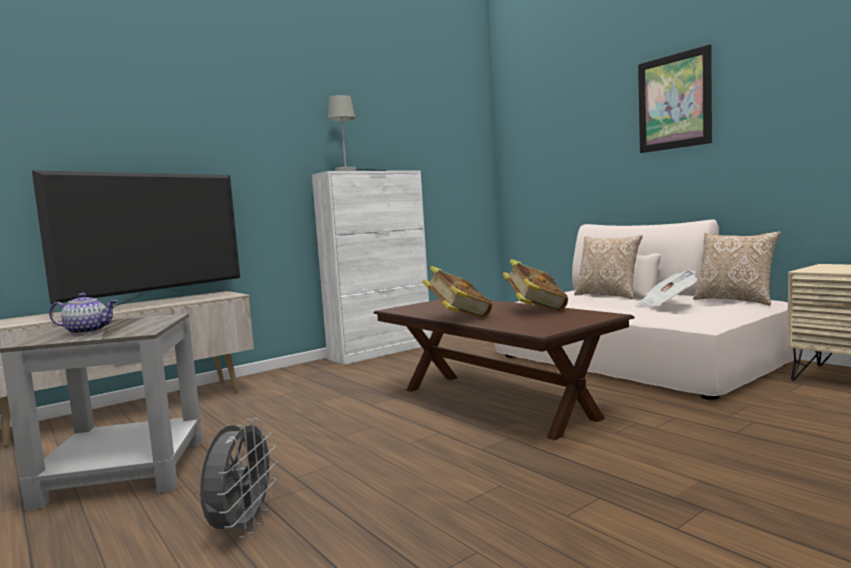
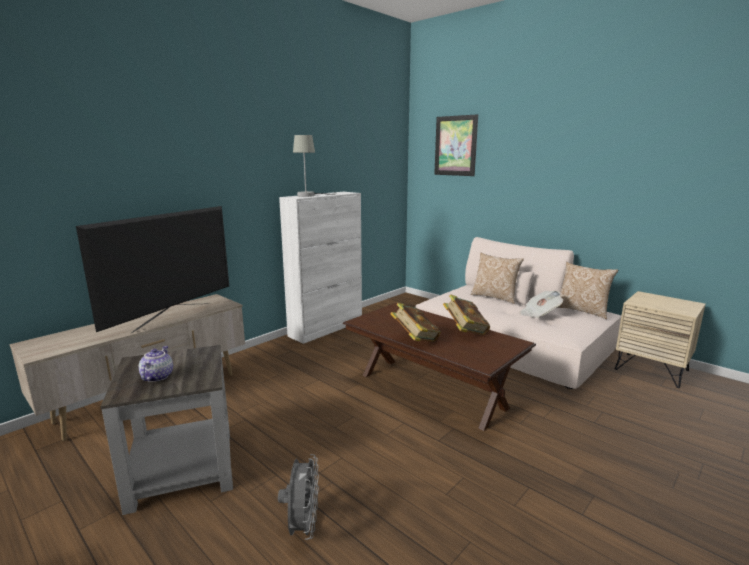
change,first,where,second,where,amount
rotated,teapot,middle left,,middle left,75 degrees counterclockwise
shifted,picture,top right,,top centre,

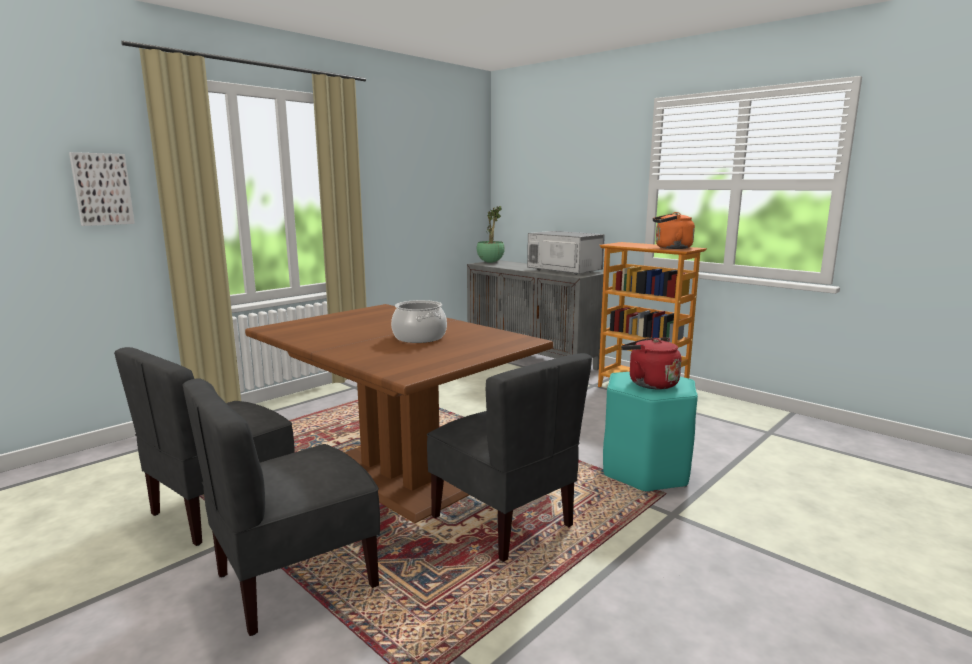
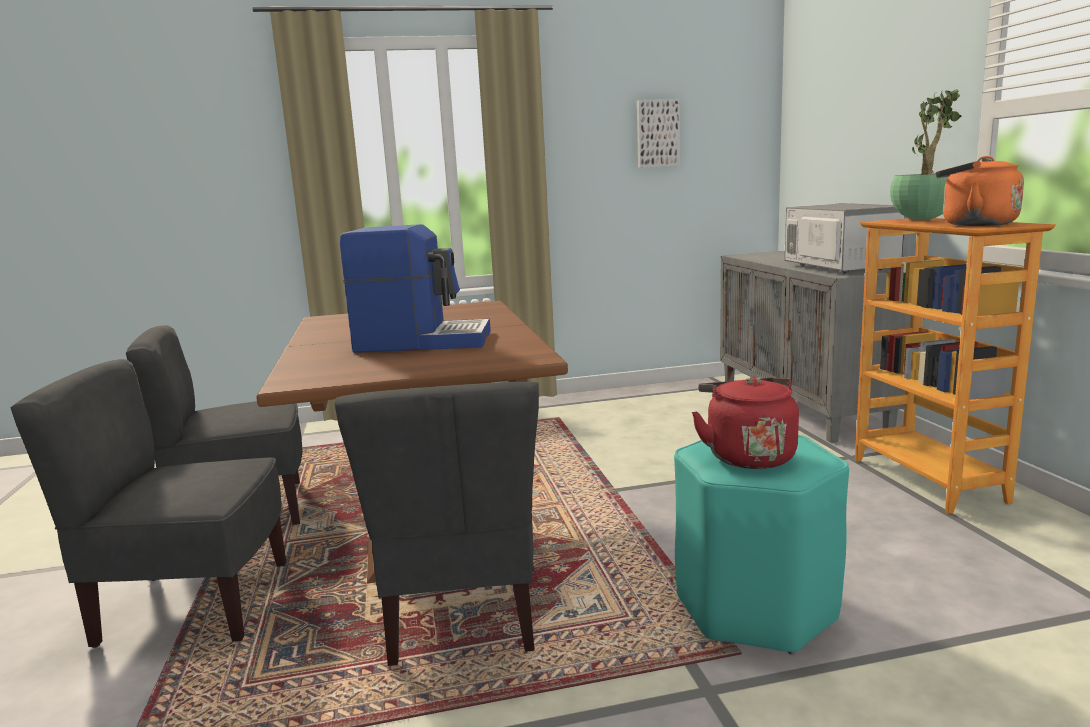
change,first,where,second,where,amount
shifted,picture,top left,,top centre,
swapped,cooking pot,centre,coffee machine,centre,
shifted,potted plant,centre,,top right,

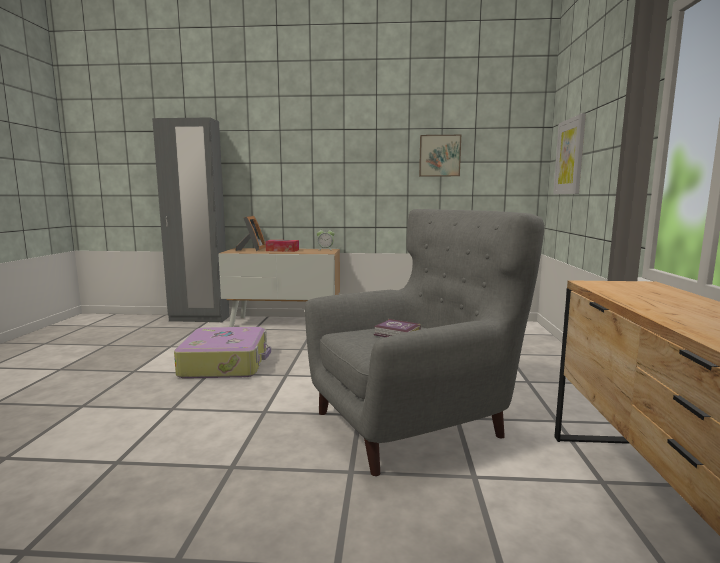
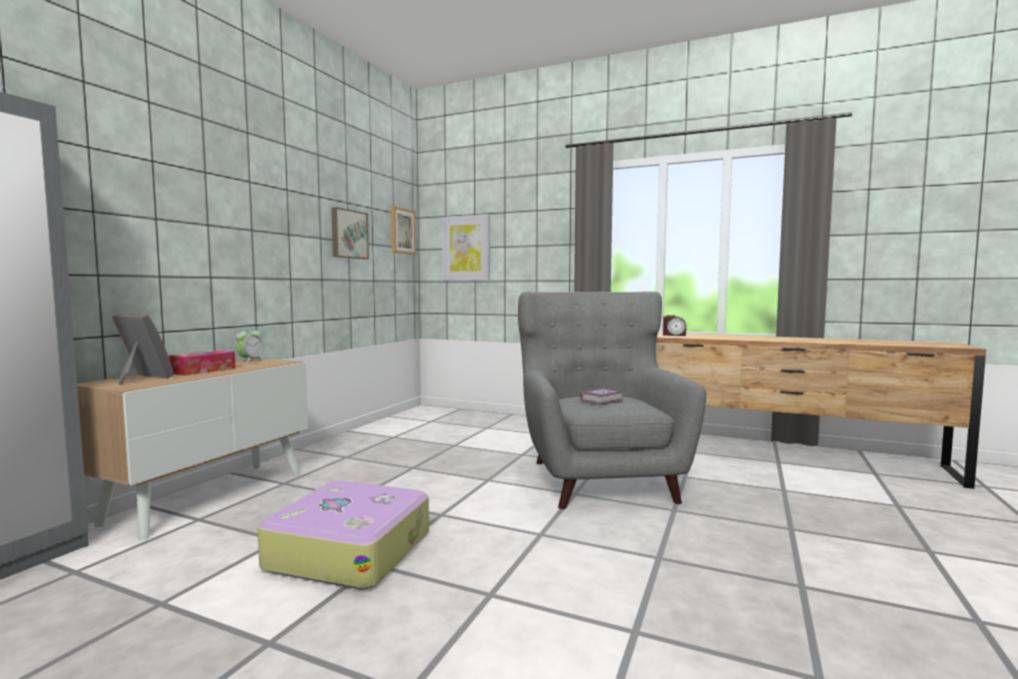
change,first,where,second,where,amount
new,,,picture (no. 2 from left),centre,
new,,,alarm clock (no. 2 from left),centre,

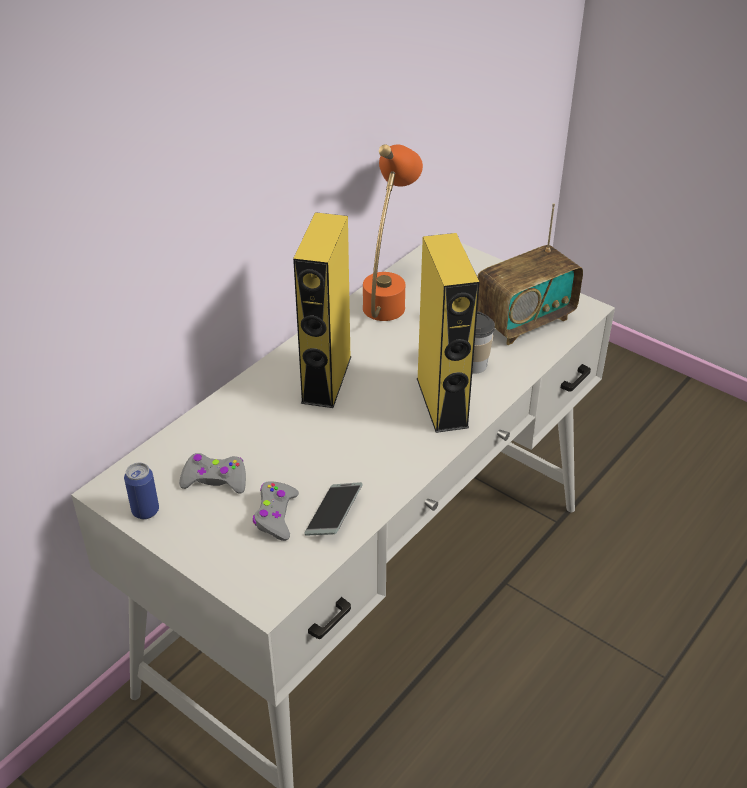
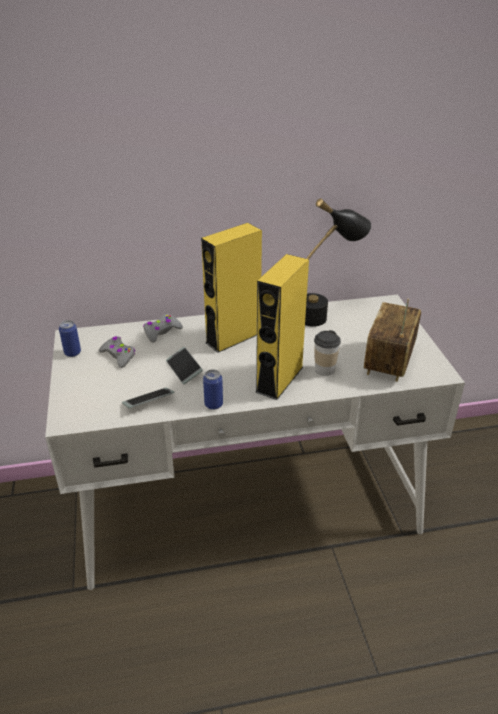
change,first,where,second,where,amount
shifted,game controller in grey (no. 2 from left),centre,,middle left,
repainted,table lamp in orange,top centre,table lamp in black,middle right,
rotated,radio,middle right,,middle right,105 degrees clockwise
new,,,phone (no. 2 from left),centre,
new,,,can (no. 2 from left),centre,

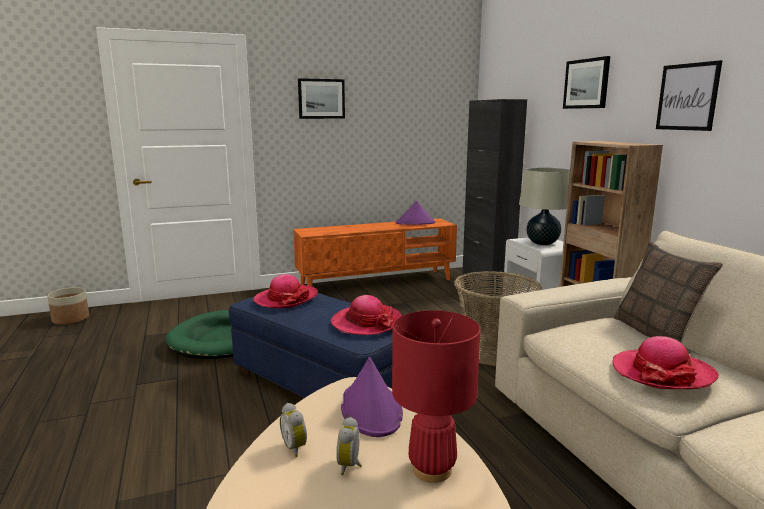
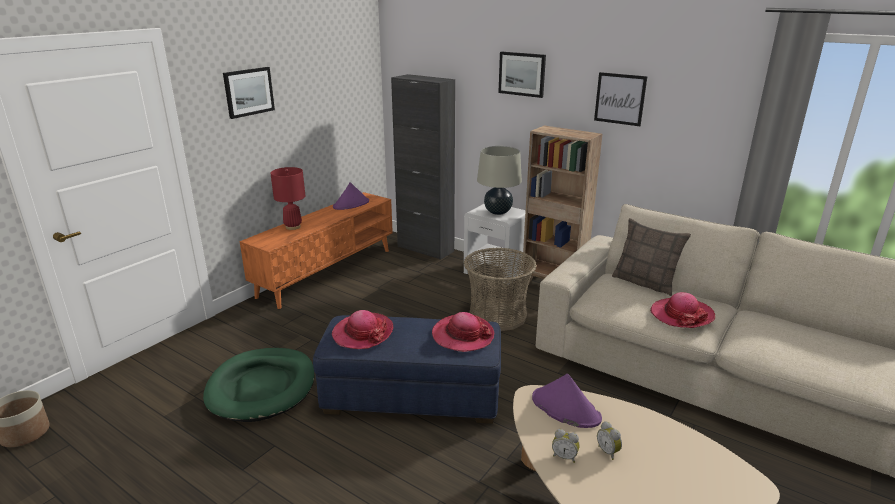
change,first,where,second,where,amount
shifted,table lamp in red,bottom centre,,middle left,

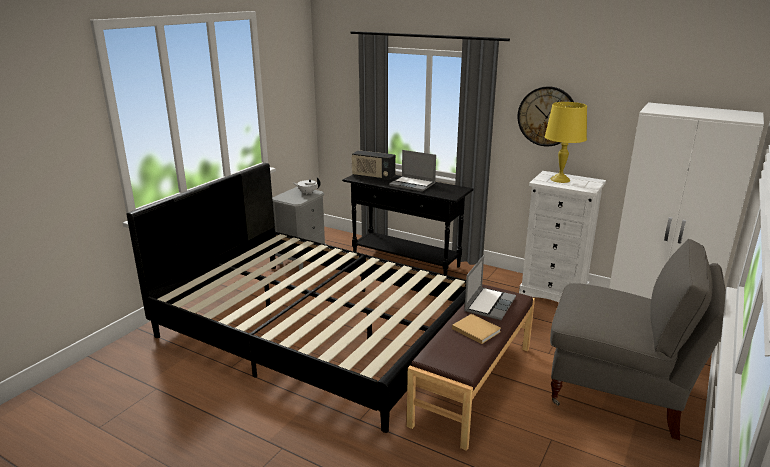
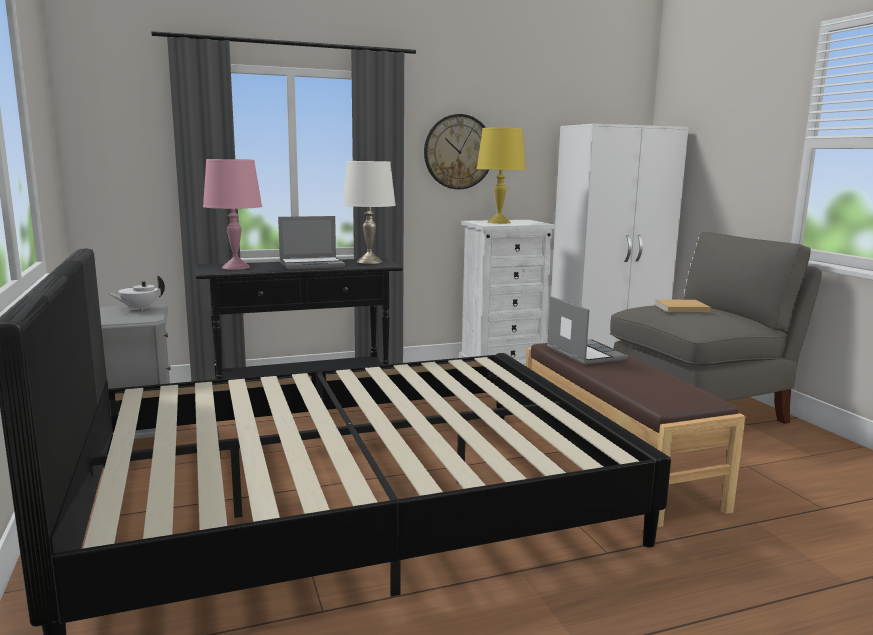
change,first,where,second,where,amount
swapped,radio,centre,table lamp in pink,middle left,
shifted,book in beige,bottom centre,,middle right,
new,,,table lamp in white,centre,

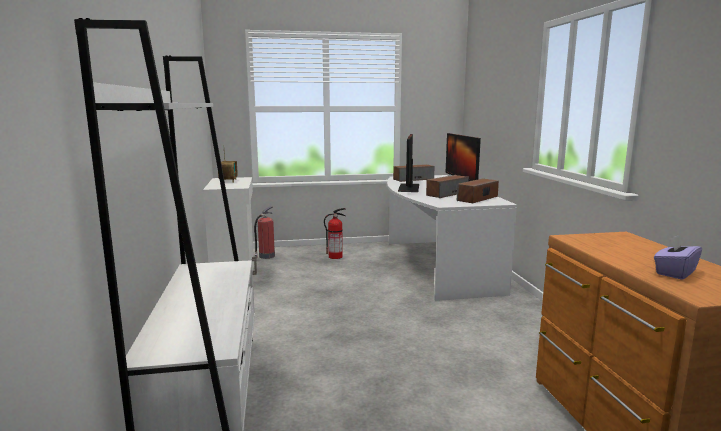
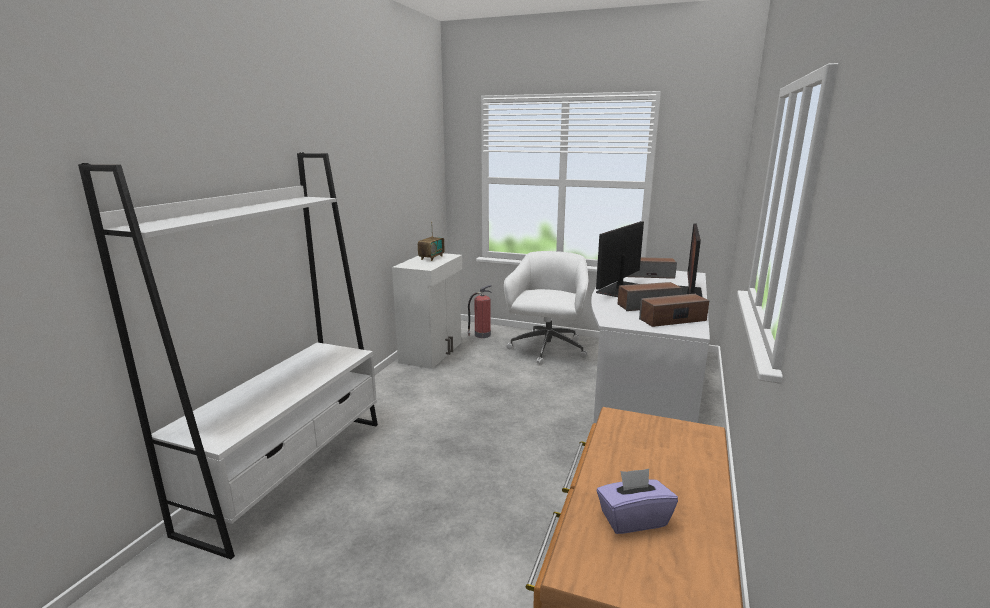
change,first,where,second,where,amount
swapped,fire extinguisher (no. 2 from left),centre,office chair in white,centre,

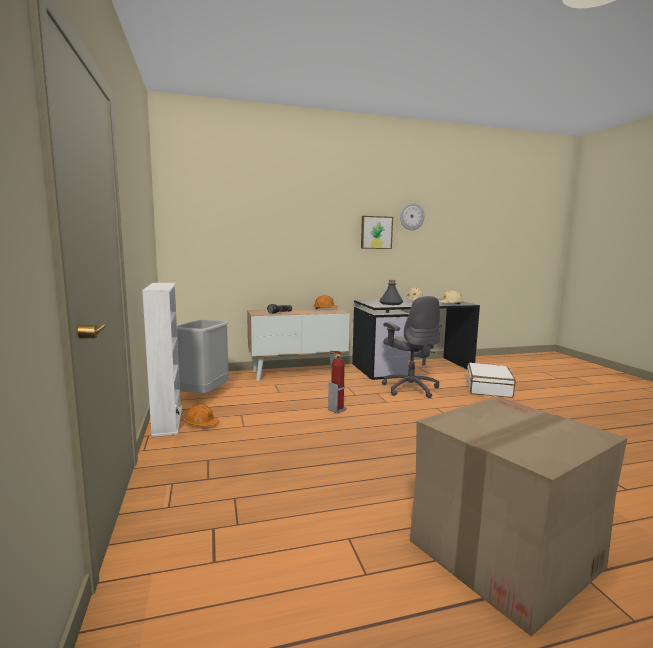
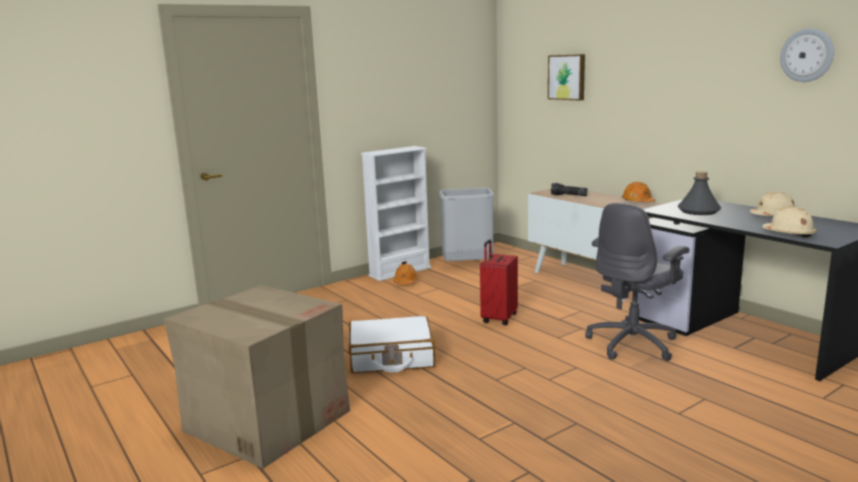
change,first,where,second,where,amount
swapped,fire extinguisher,centre,suitcase in red,centre,
shifted,picture,centre,,top centre,
shifted,suitcase in white,middle right,,bottom centre,

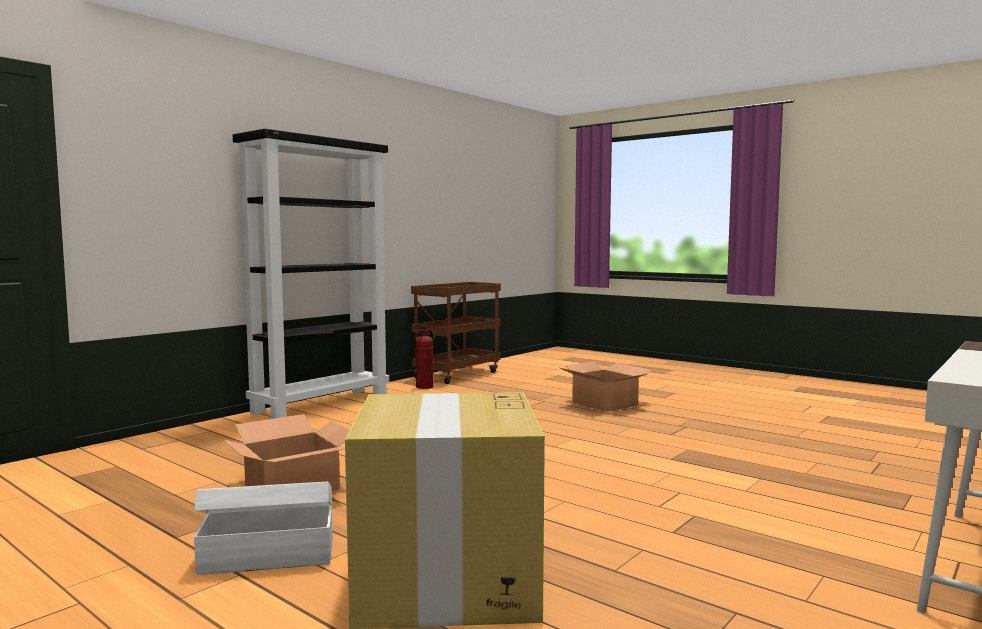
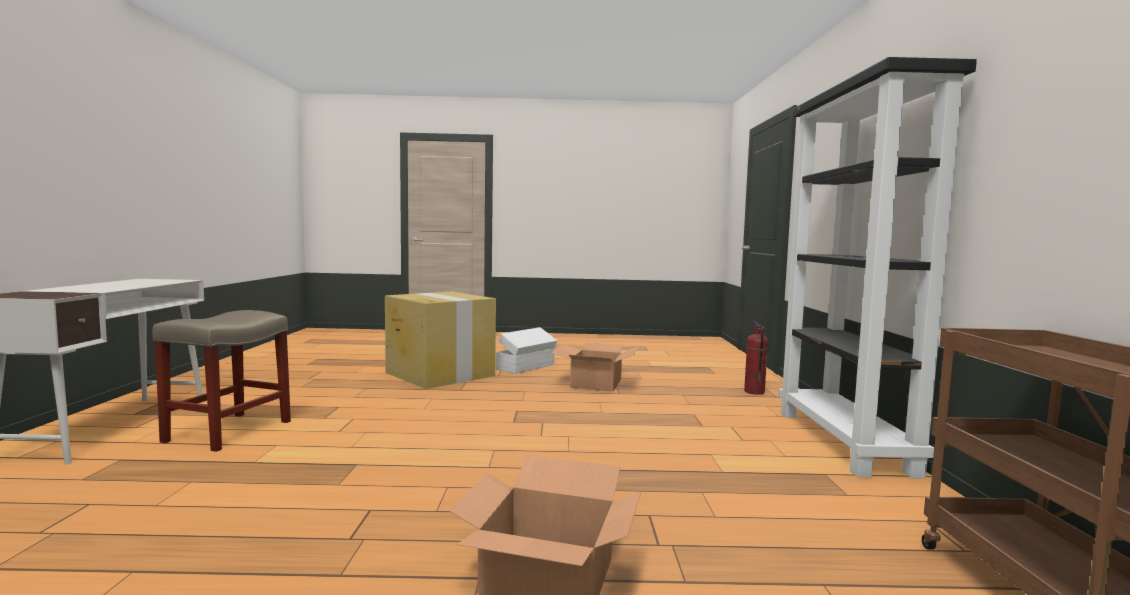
change,first,where,second,where,amount
shifted,fire extinguisher,centre,,middle right,
new,,,stool in beige,middle left,

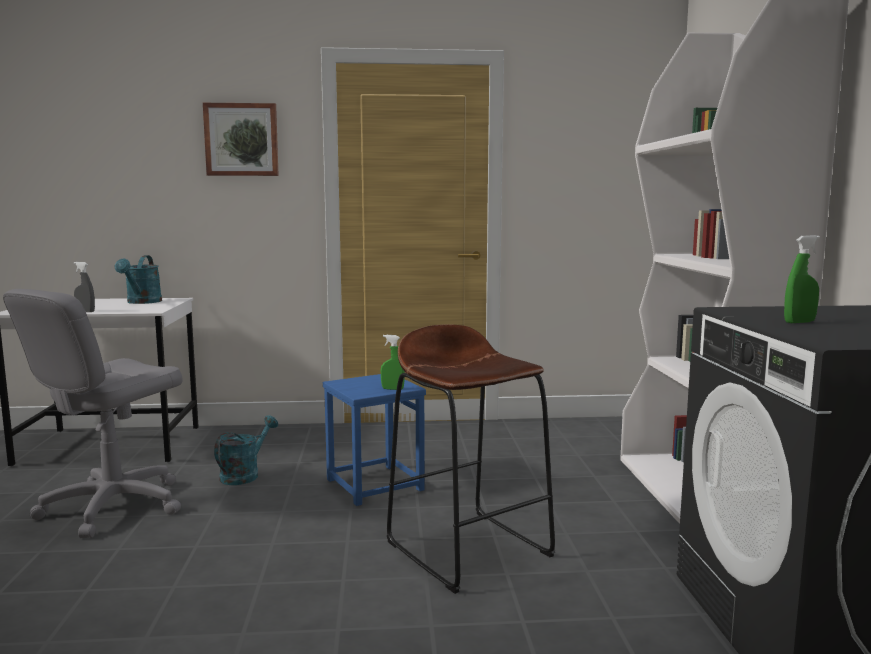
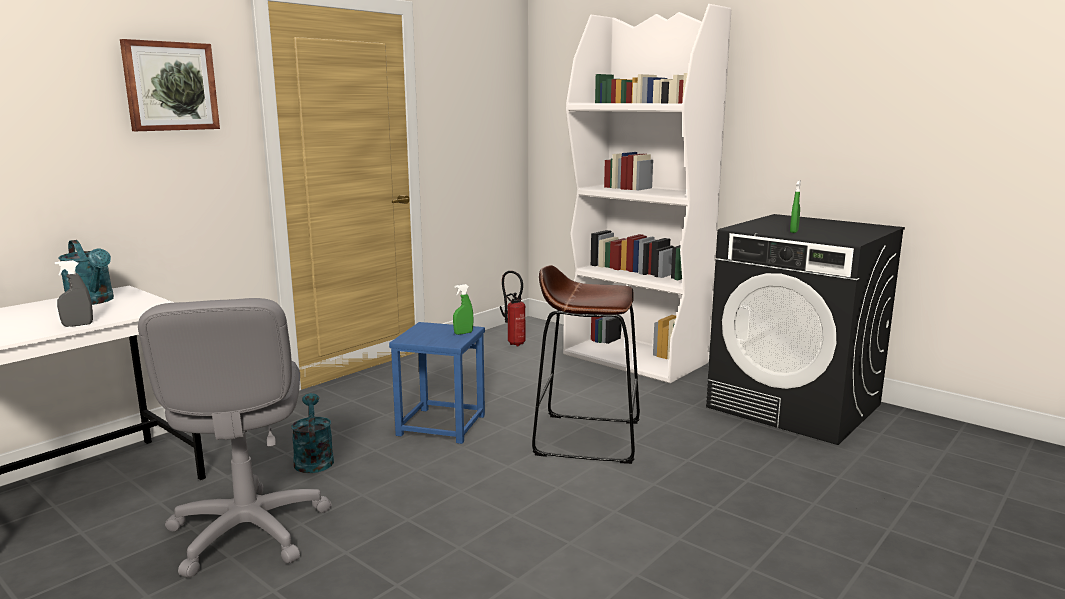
change,first,where,second,where,amount
new,,,fire extinguisher,centre,

